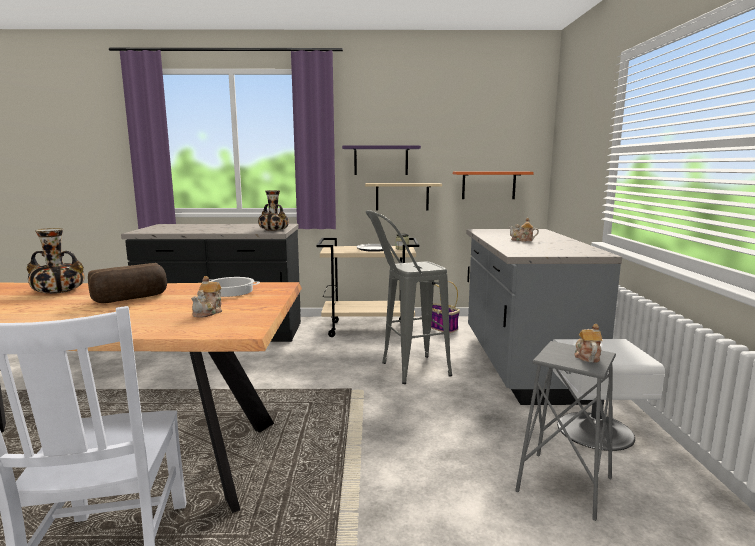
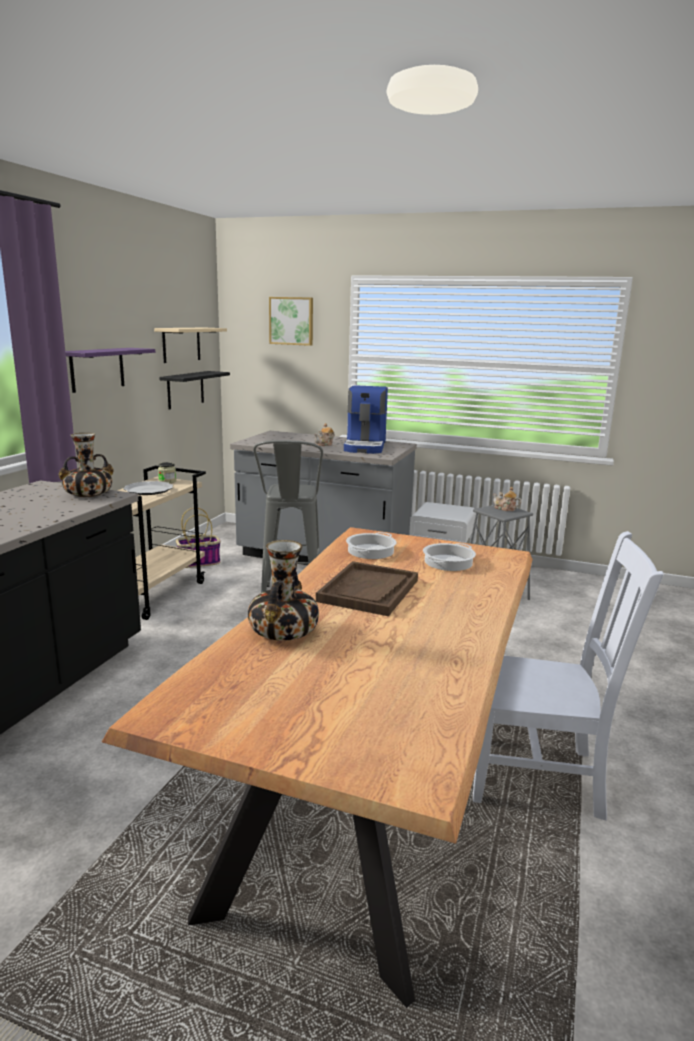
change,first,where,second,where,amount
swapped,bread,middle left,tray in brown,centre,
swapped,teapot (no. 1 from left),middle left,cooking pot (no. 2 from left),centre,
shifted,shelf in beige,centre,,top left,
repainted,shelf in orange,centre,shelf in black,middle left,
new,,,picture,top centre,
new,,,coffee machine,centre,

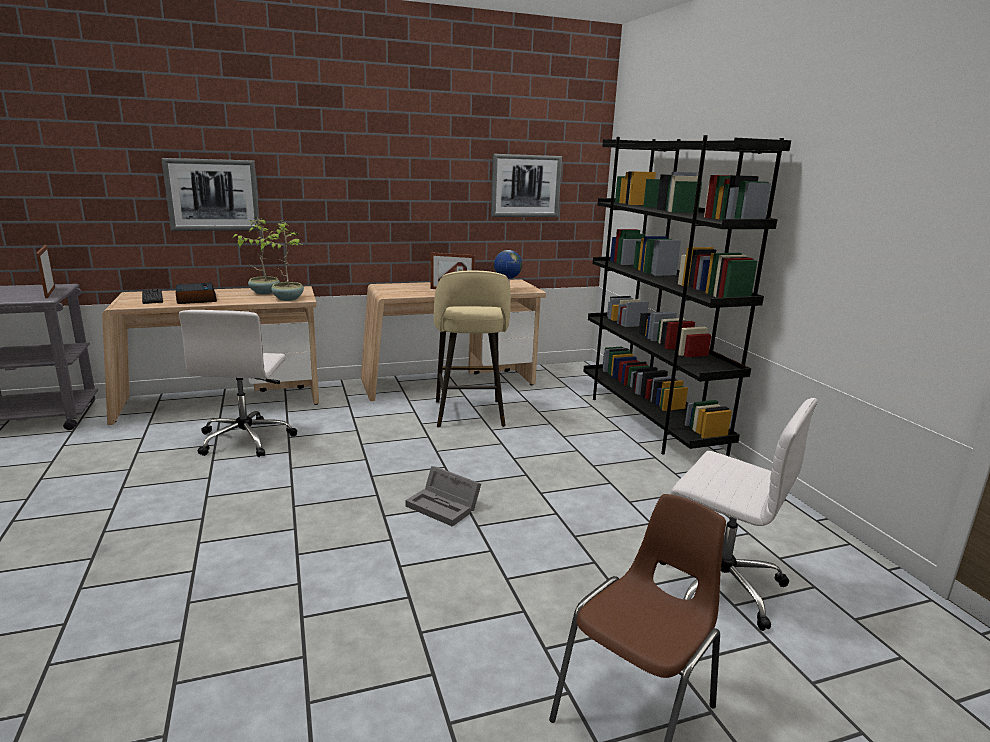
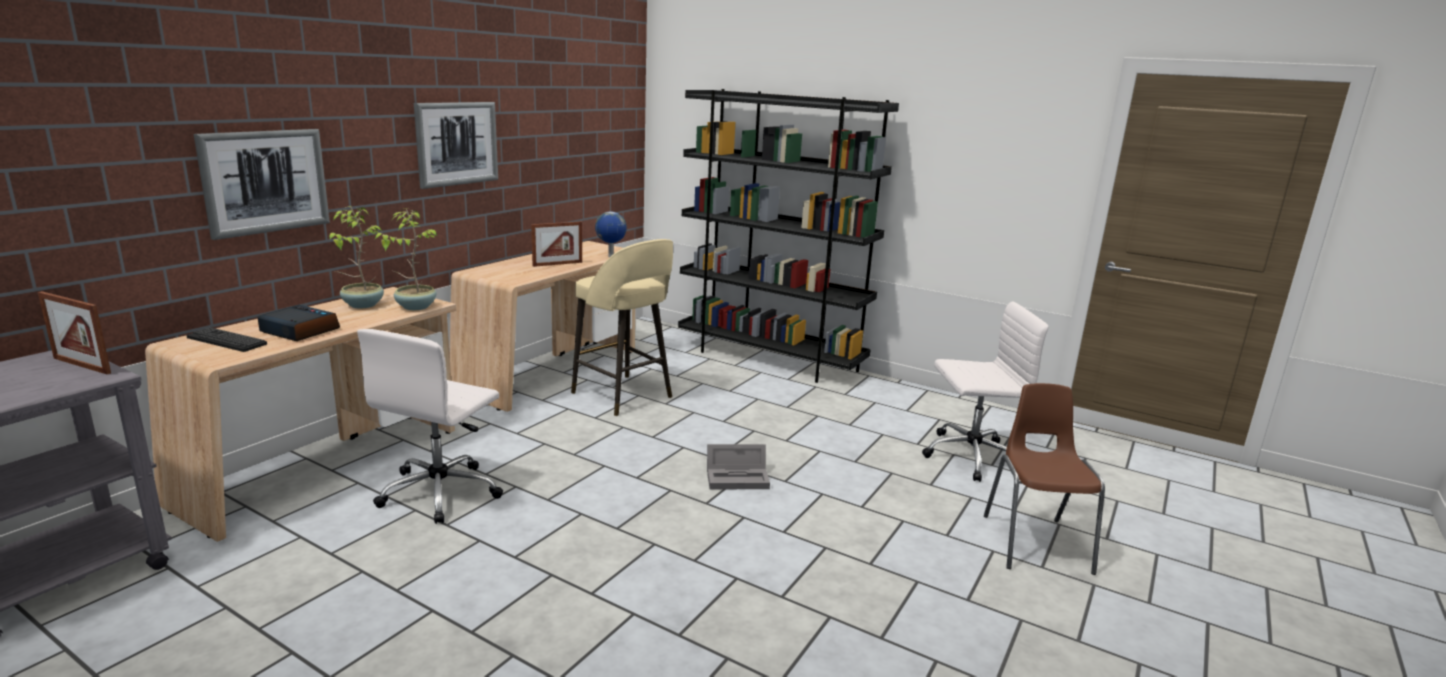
change,first,where,second,where,amount
rotated,office chair in white (no. 1 from left),middle left,,middle left,60 degrees clockwise
shifted,picture (no. 2 from left),top centre,,top left,

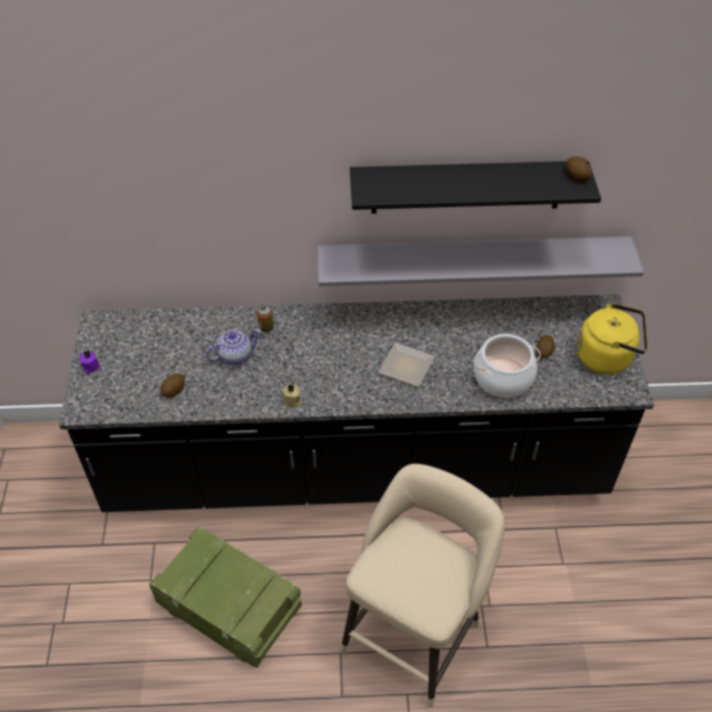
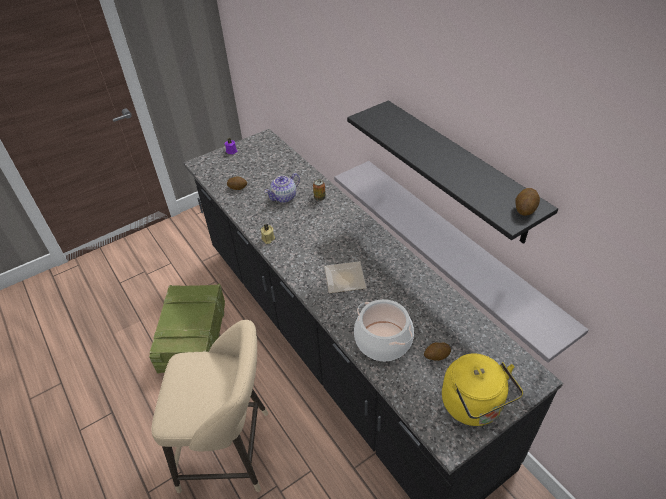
change,first,where,second,where,amount
rotated,teapot,middle left,,centre,105 degrees clockwise

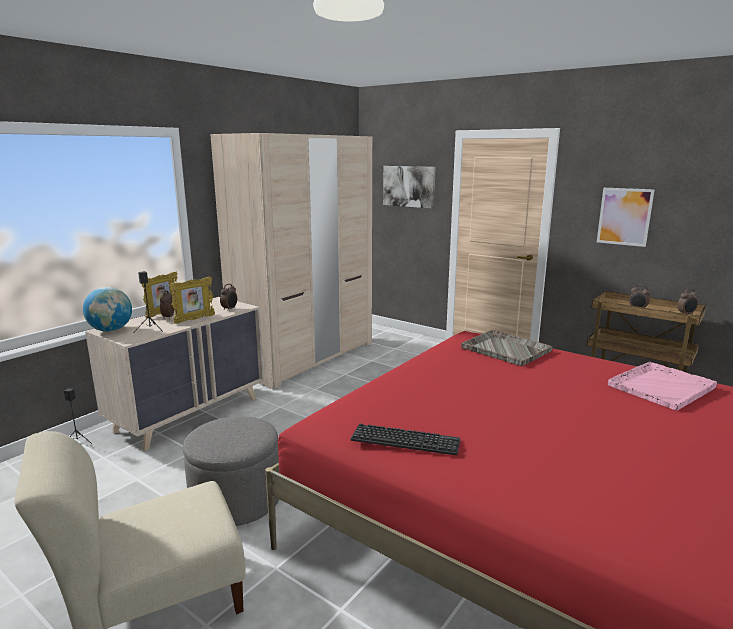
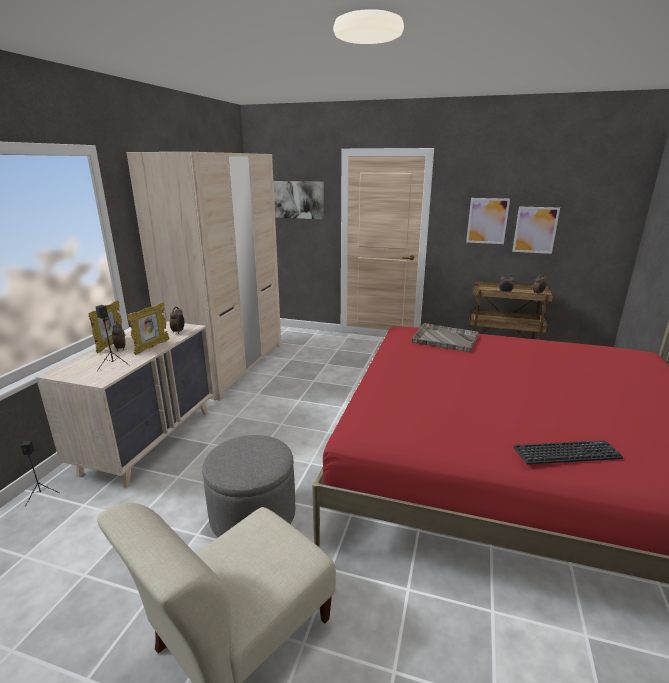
change,first,where,second,where,amount
gone,globe,middle left,,,
shifted,keyboard,bottom centre,,middle right,
gone,tray in pink,middle right,,,
new,,,picture (no. 3 from left),middle right,

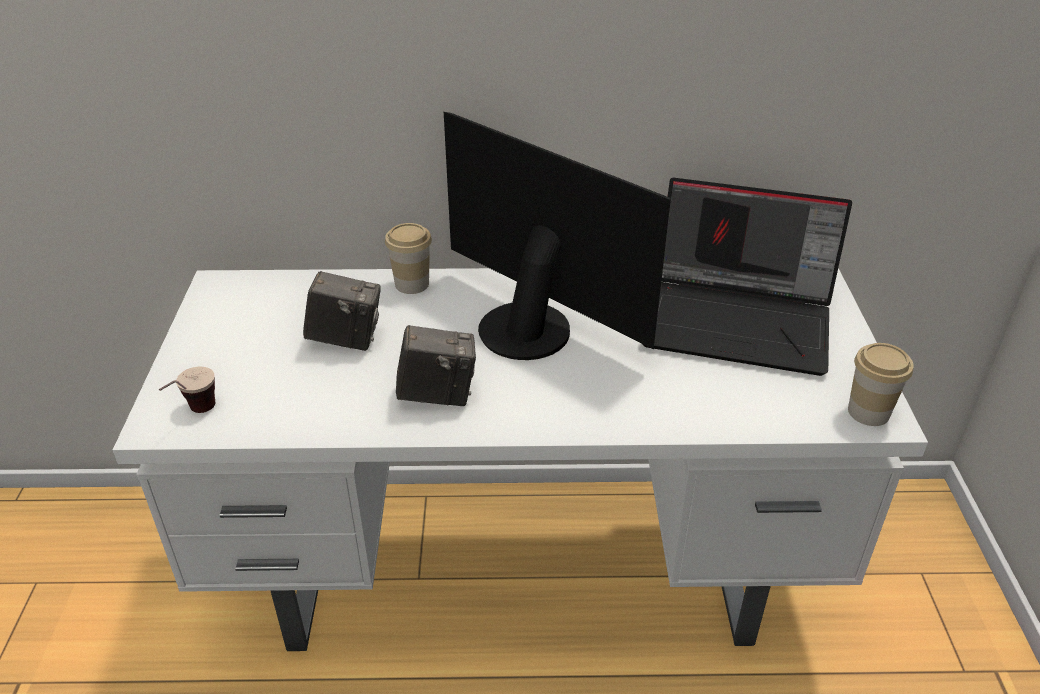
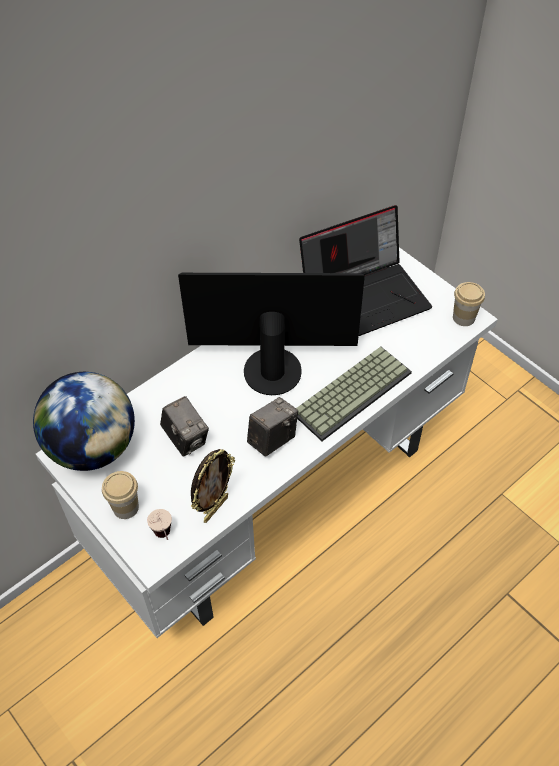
change,first,where,second,where,amount
rotated,photo camera (no. 1 from left),middle left,,middle left,90 degrees clockwise
shifted,cup (no. 2 from left in the first image),centre,cup (no. 1 from left),middle left,
new,,,globe,middle left,
new,,,picture frame,centre,
new,,,keyboard,centre,

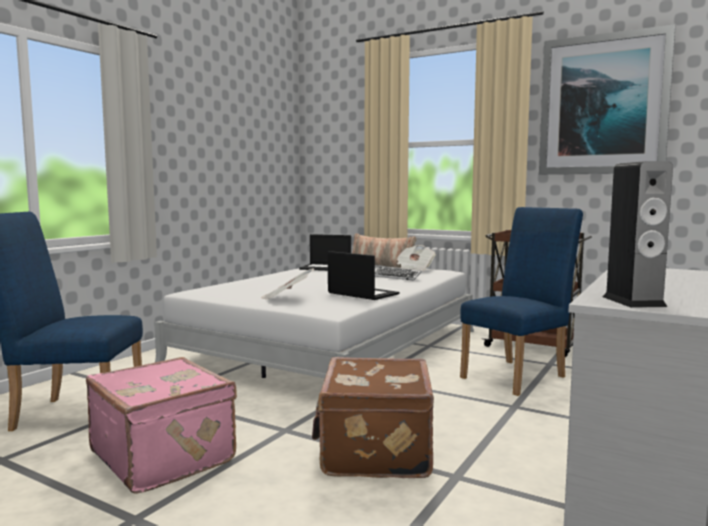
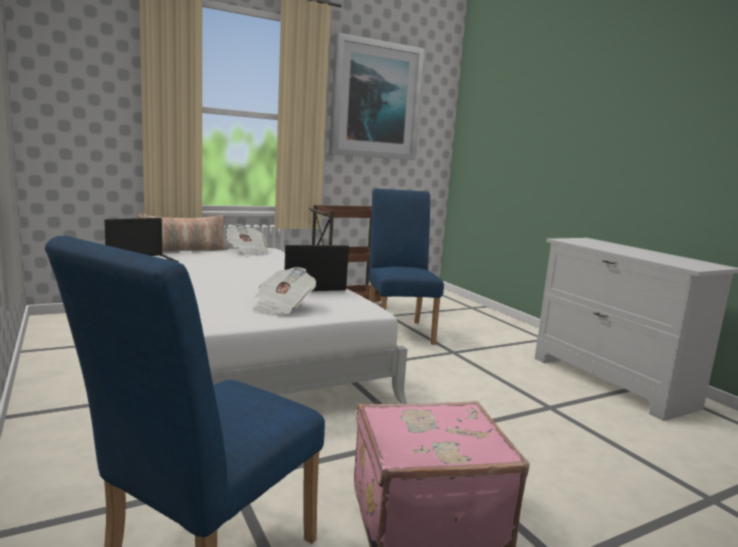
change,first,where,second,where,amount
gone,suitcase in brown,bottom centre,,,
gone,keyboard,centre,,,
gone,speaker,middle right,,,

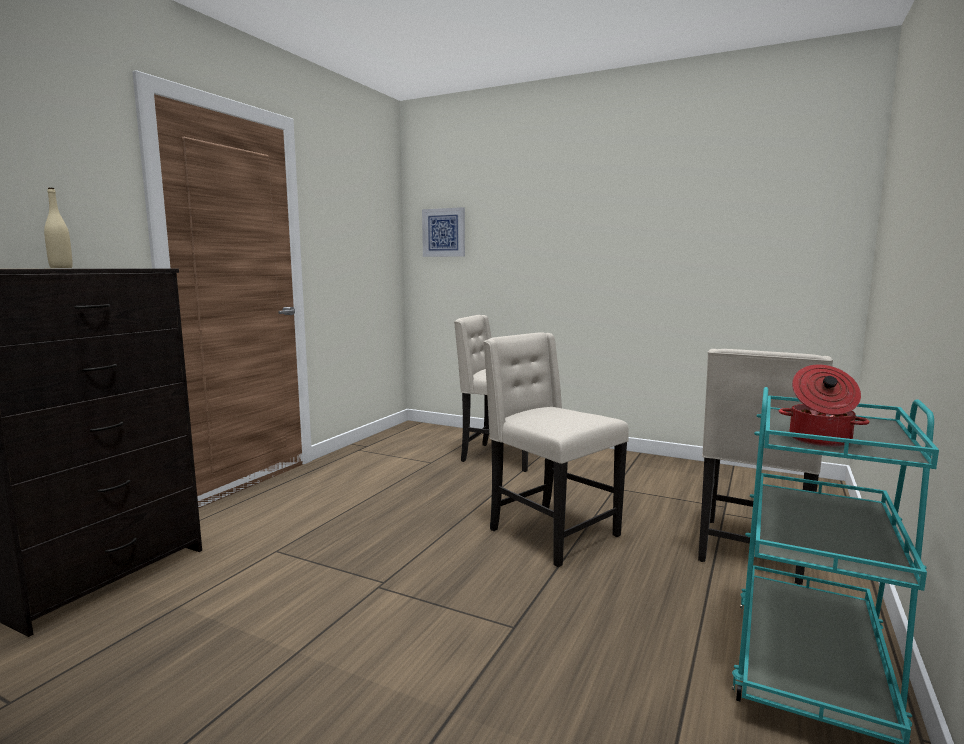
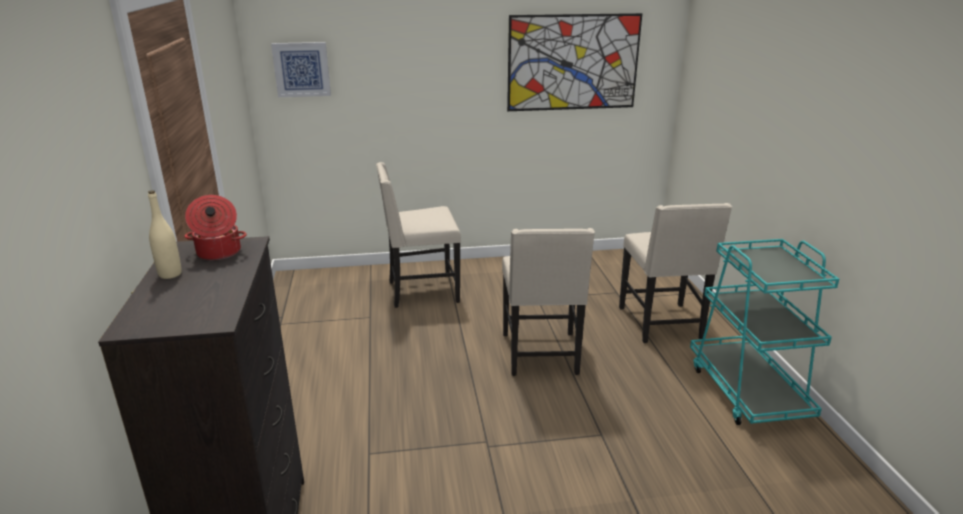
change,first,where,second,where,amount
rotated,chair in beige (no. 2 from left),centre,,centre,105 degrees counterclockwise
shifted,cooking pot,middle right,,middle left,
new,,,picture (no. 2 from left),top centre,

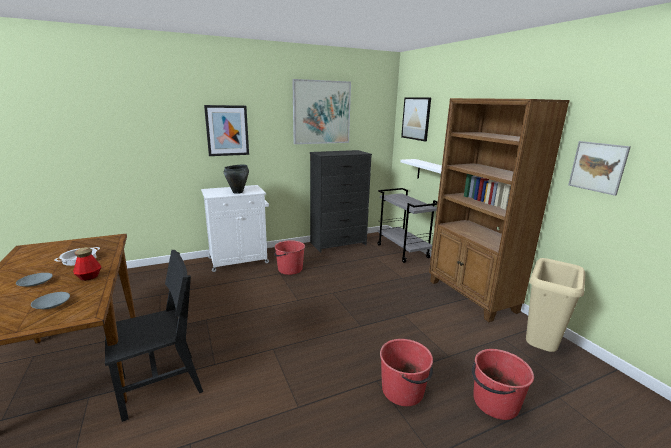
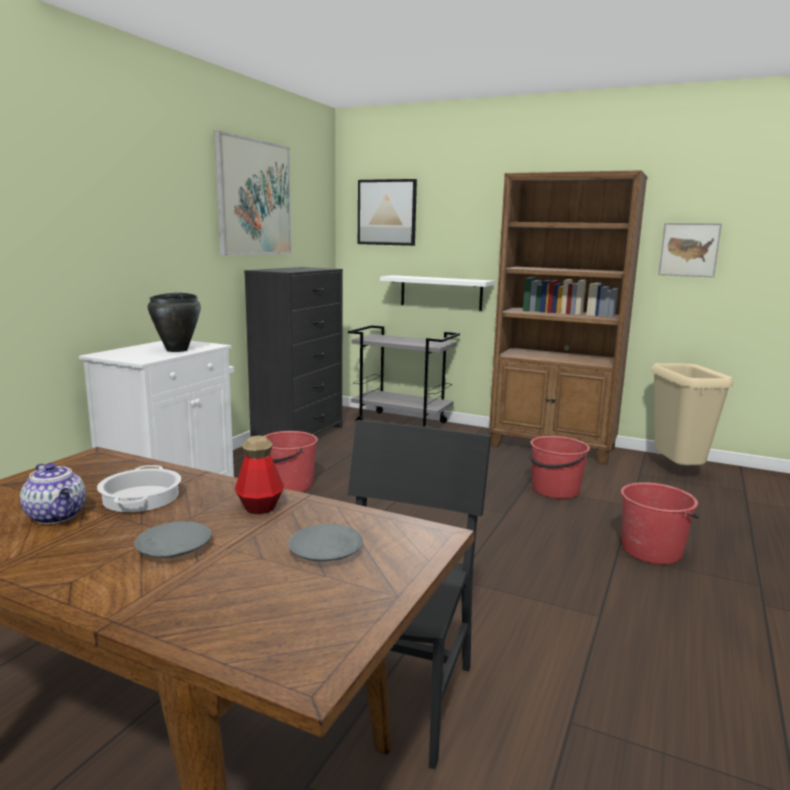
change,first,where,second,where,amount
gone,picture (no. 1 from left),top centre,,,
shifted,bucket in red (no. 3 from left in the first image),bottom right,bucket in red (no. 2 from left),middle right,
new,,,teapot,middle left,

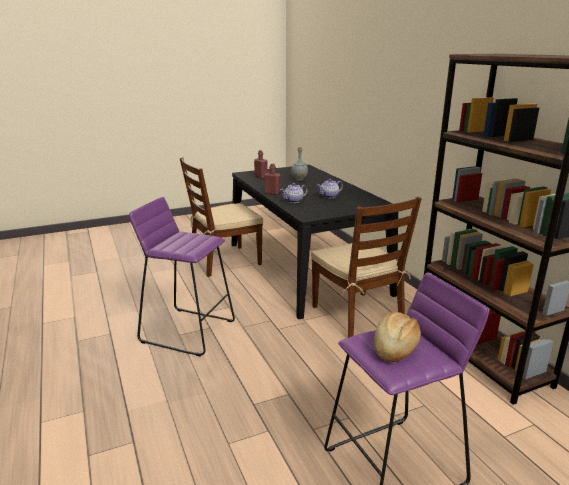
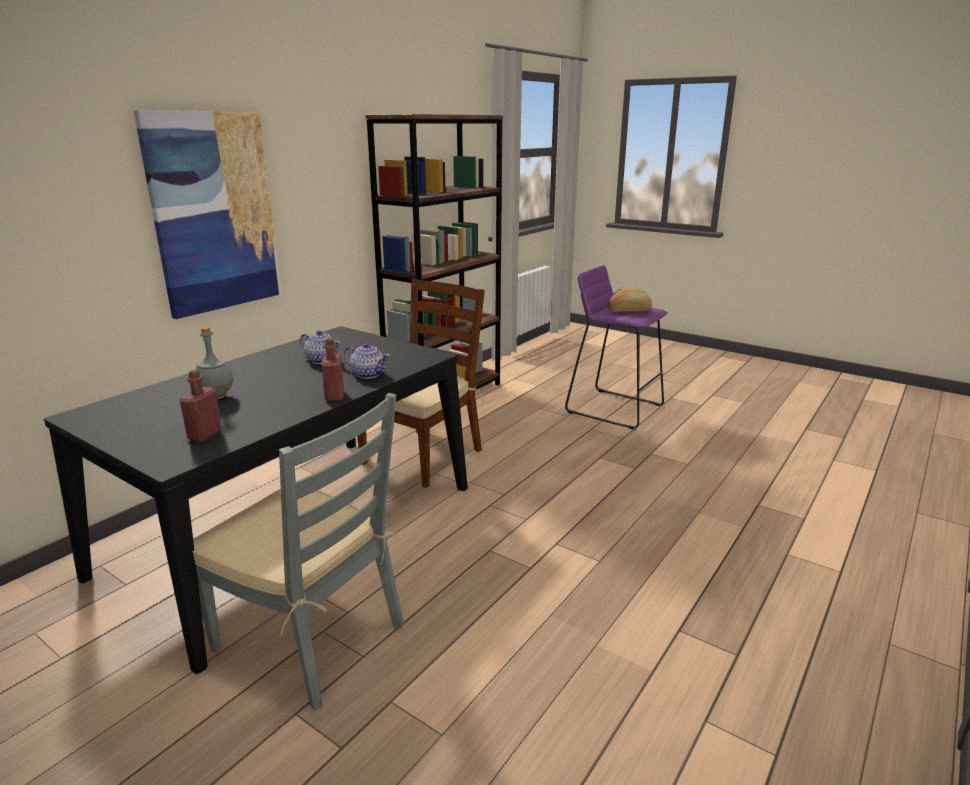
change,first,where,second,where,amount
gone,stool in purple (no. 1 from left),middle left,,,
repainted,chair in brown (no. 1 from left),centre,chair in grey,bottom left,
new,,,picture,top left,

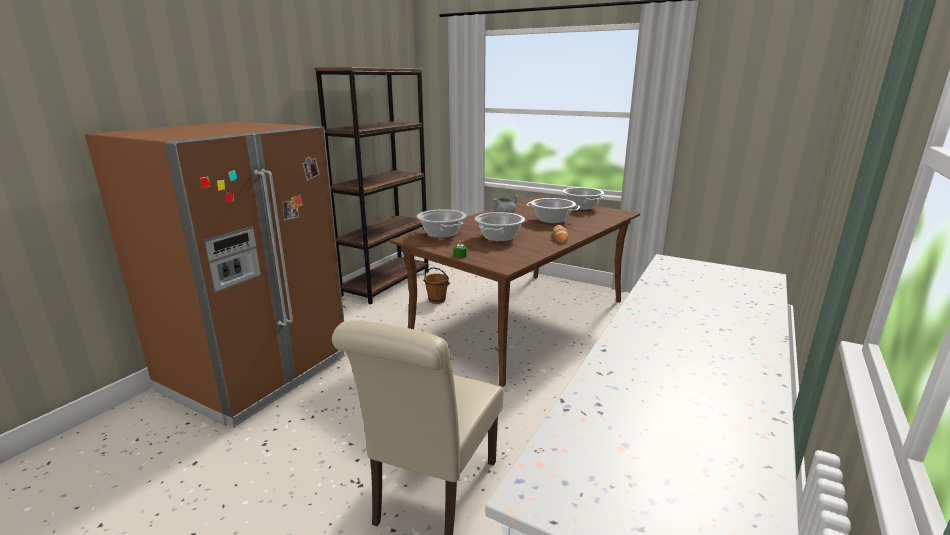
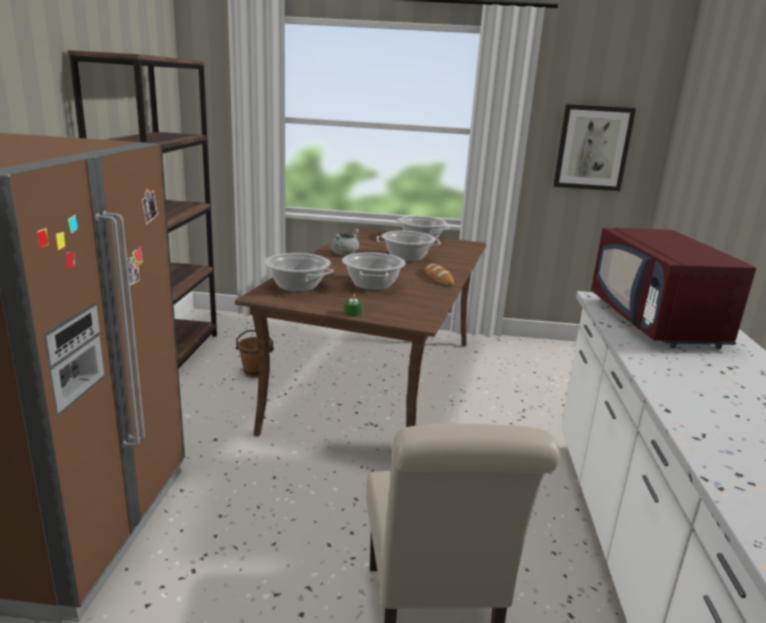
change,first,where,second,where,amount
new,,,picture,top right,
new,,,microwave in red,middle right,

